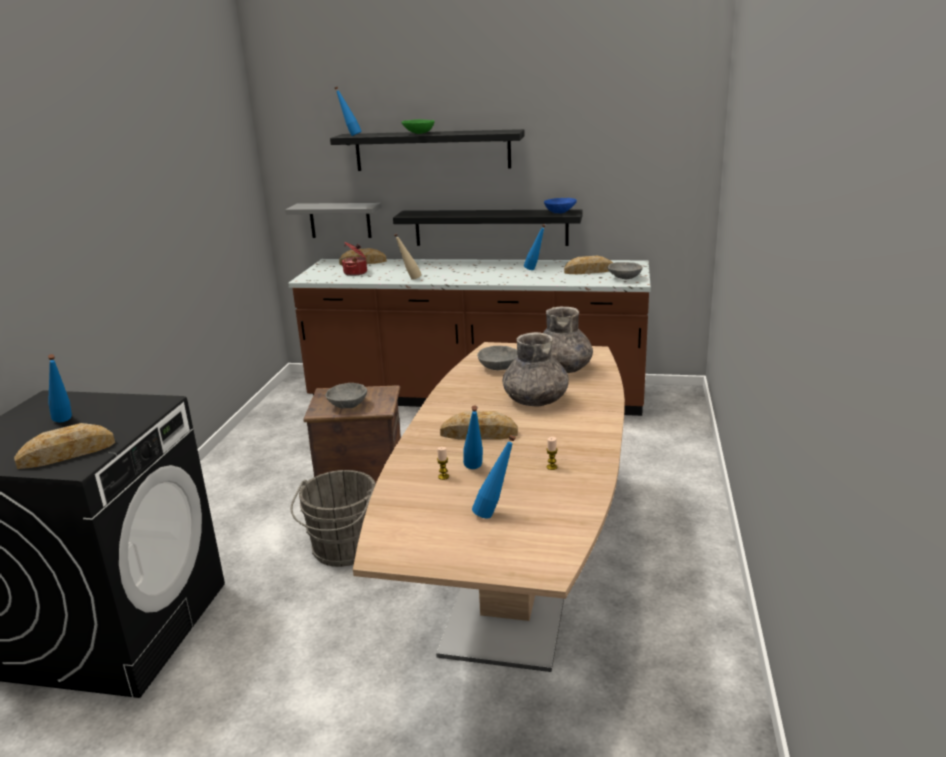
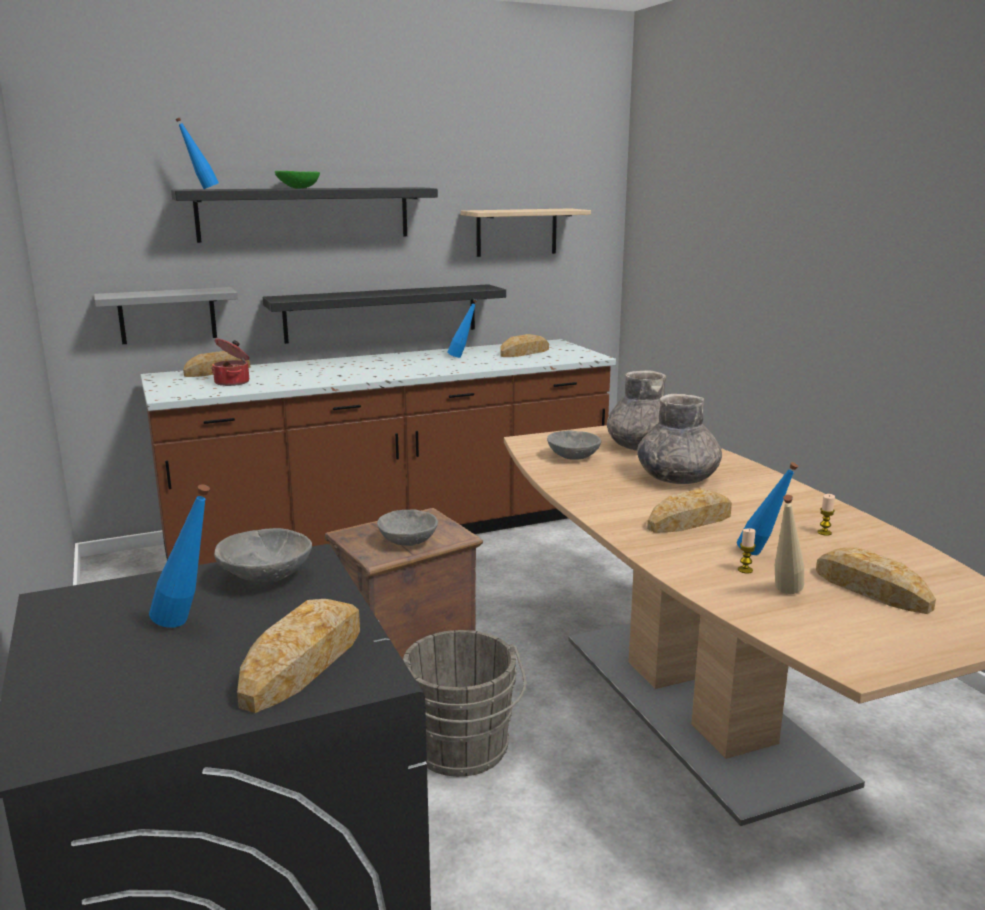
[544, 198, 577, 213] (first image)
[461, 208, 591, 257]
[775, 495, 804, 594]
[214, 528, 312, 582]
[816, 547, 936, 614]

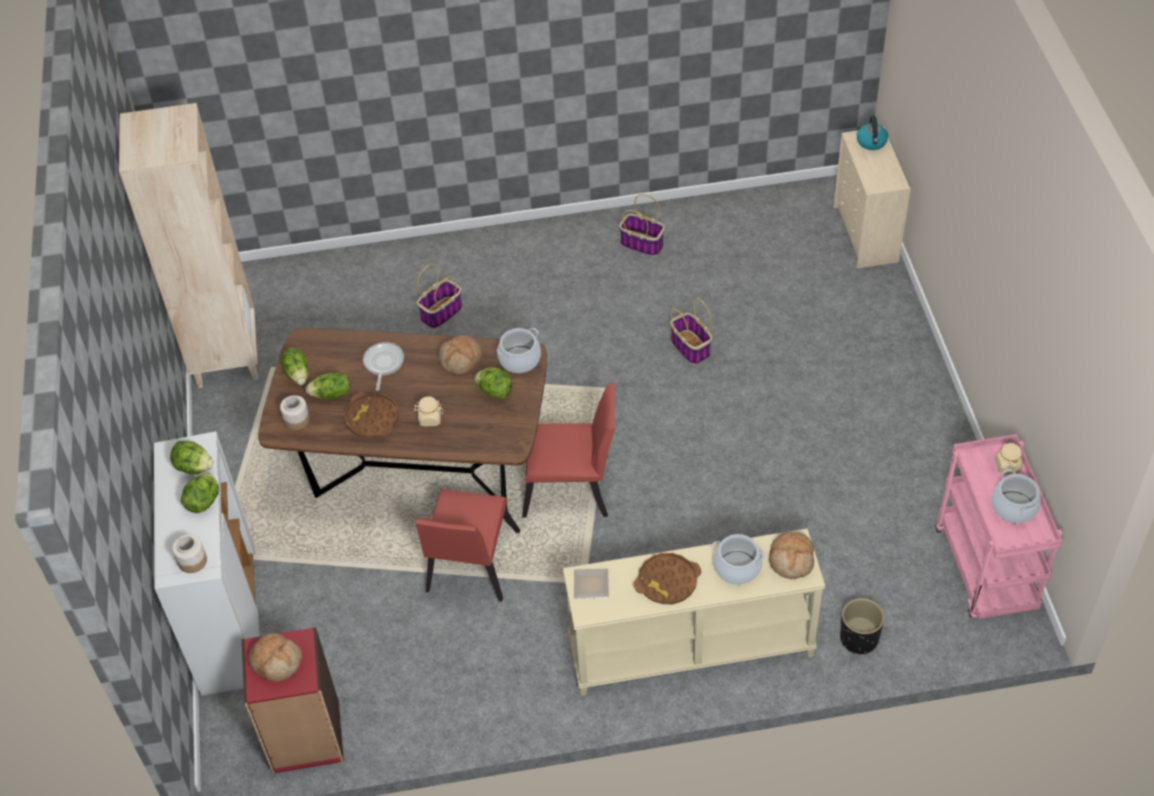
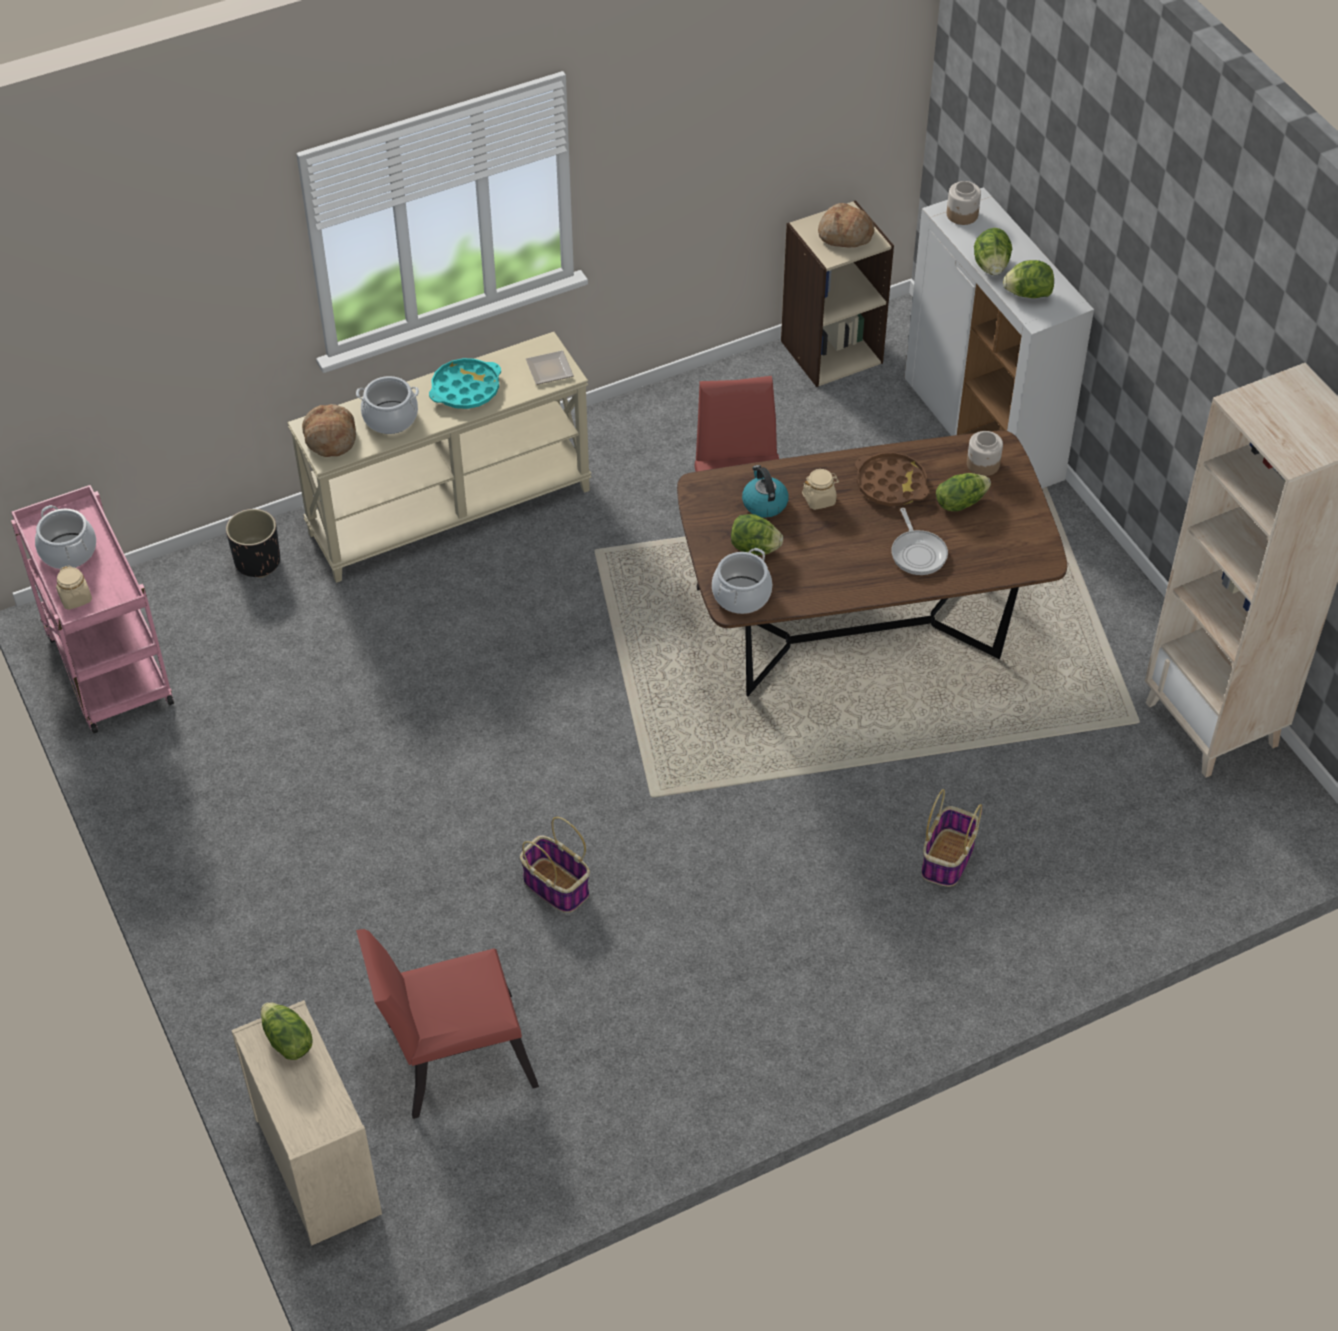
[438, 335, 482, 375] (first image)
[619, 194, 665, 257] (first image)
[261, 1002, 312, 1060]
[356, 929, 539, 1119]
[742, 465, 789, 518]
[781, 200, 894, 387]
[429, 358, 501, 409]

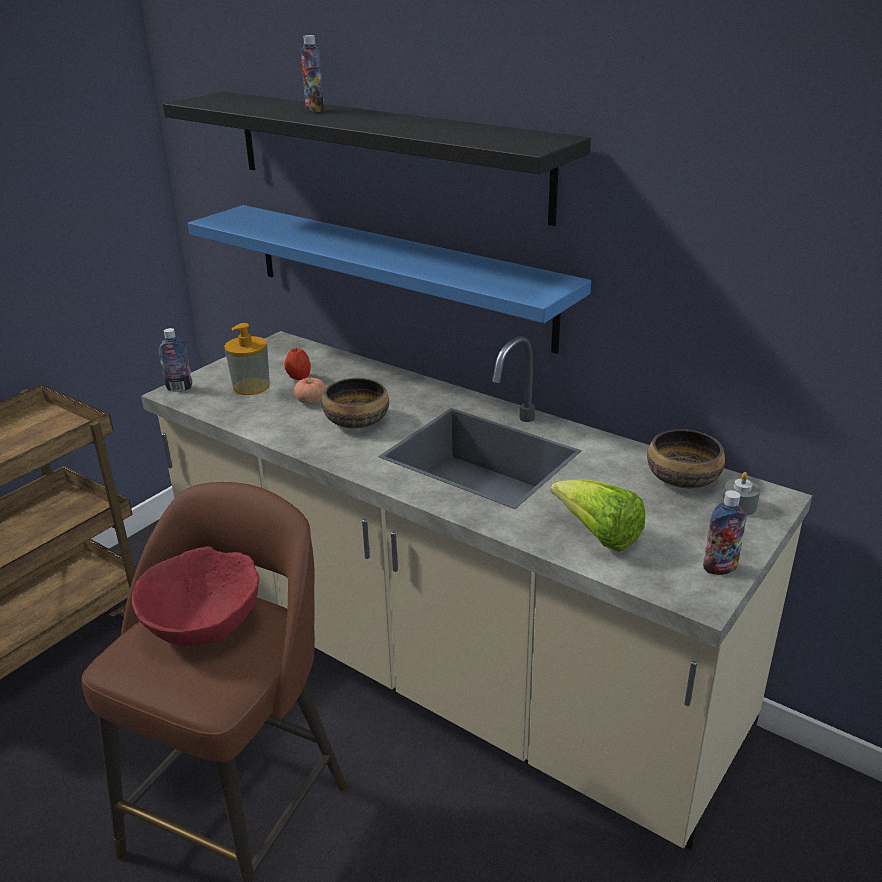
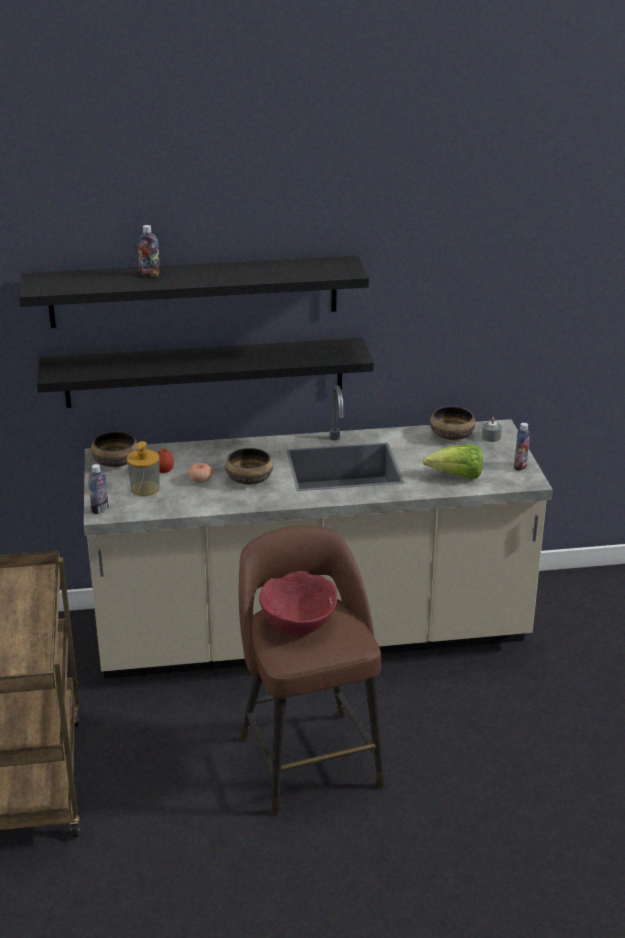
[91, 431, 138, 467]
[37, 338, 374, 408]

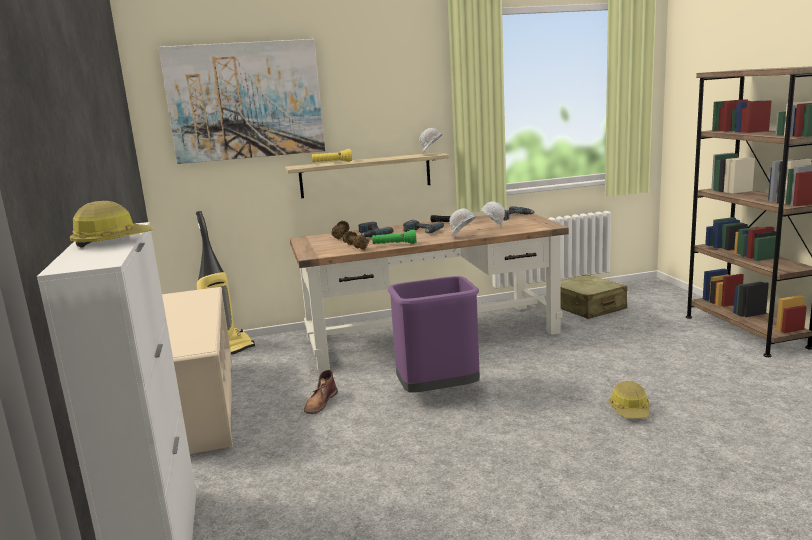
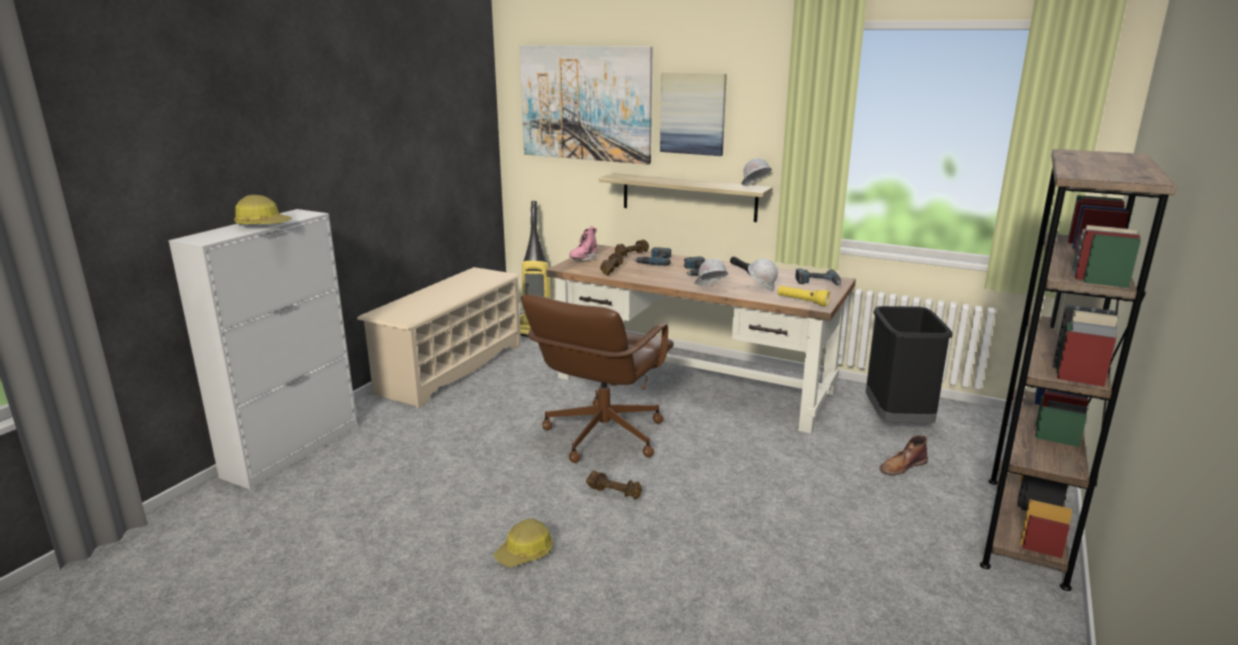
[372, 230, 416, 244] (first image)
[569, 226, 597, 261]
[586, 471, 642, 500]
[660, 72, 727, 156]
[879, 435, 928, 475]
[778, 286, 830, 306]
[494, 519, 553, 567]
[521, 294, 674, 463]
[866, 306, 953, 423]

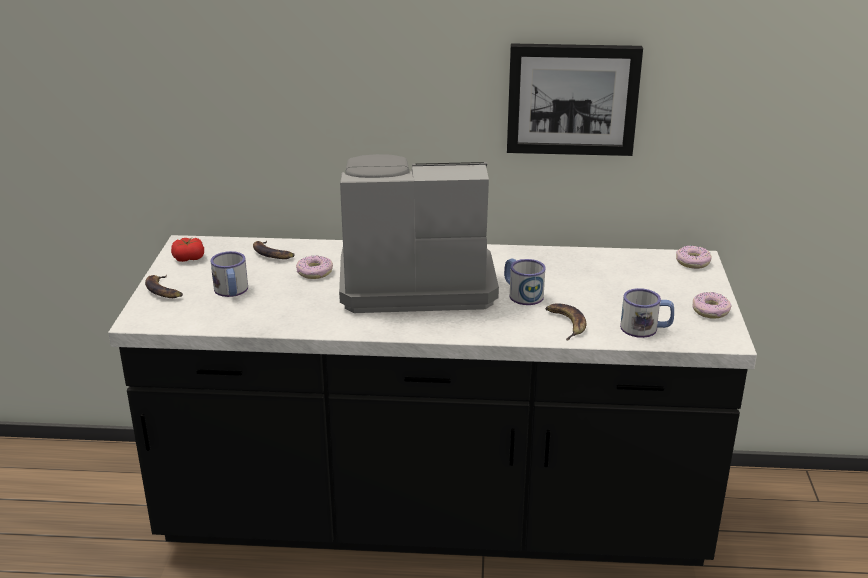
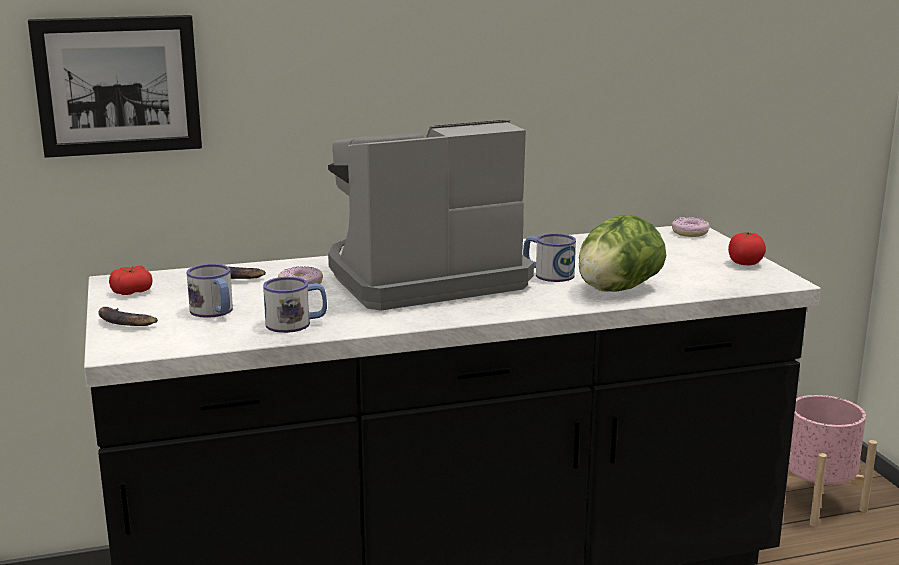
[788, 395, 877, 527]
[28, 15, 202, 158]
[263, 277, 327, 333]
[579, 215, 666, 291]
[728, 232, 766, 265]

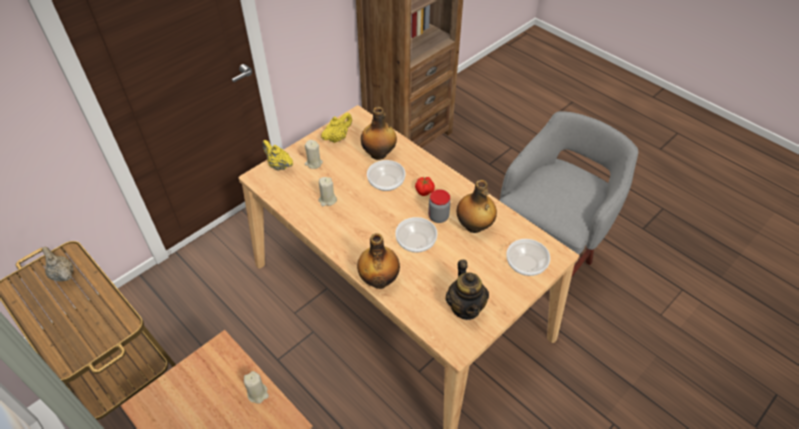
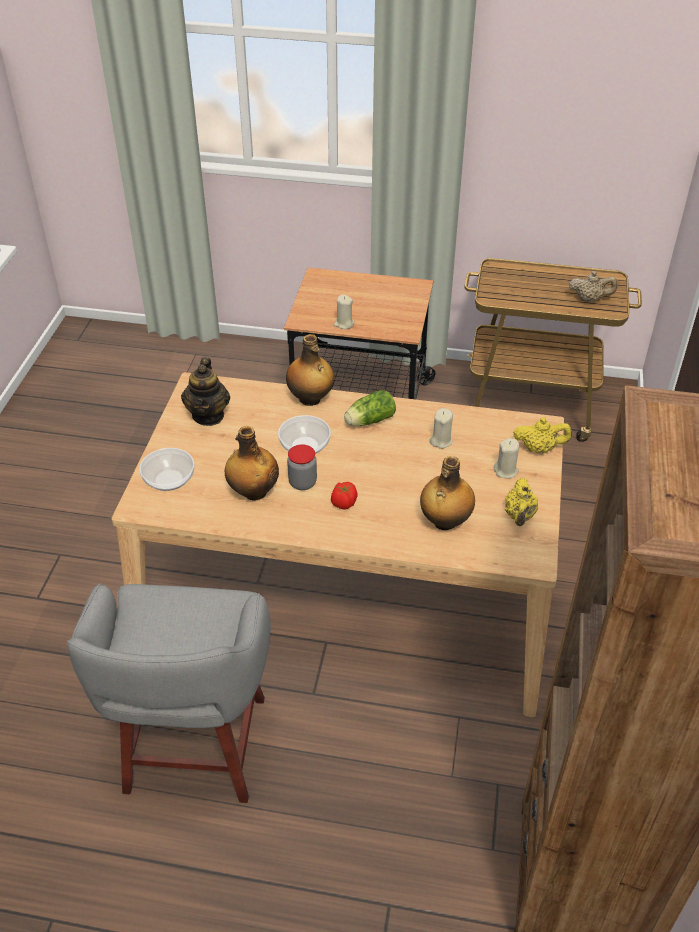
[367, 160, 405, 191] (first image)
[344, 390, 396, 426]
[181, 357, 230, 426]

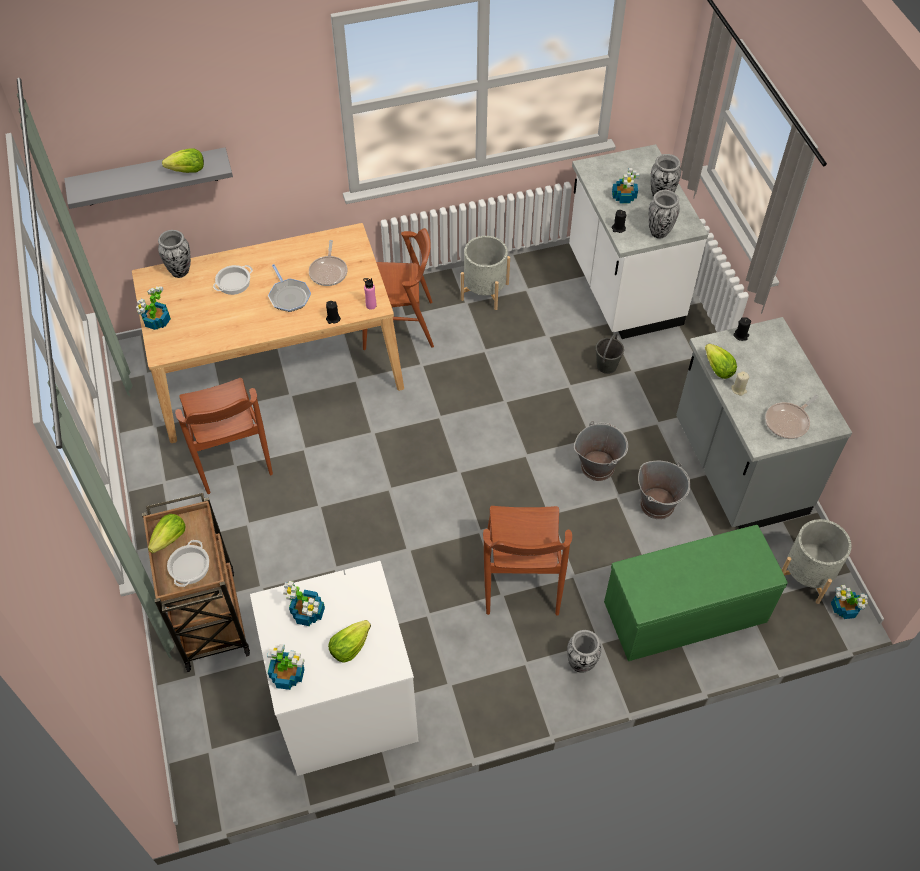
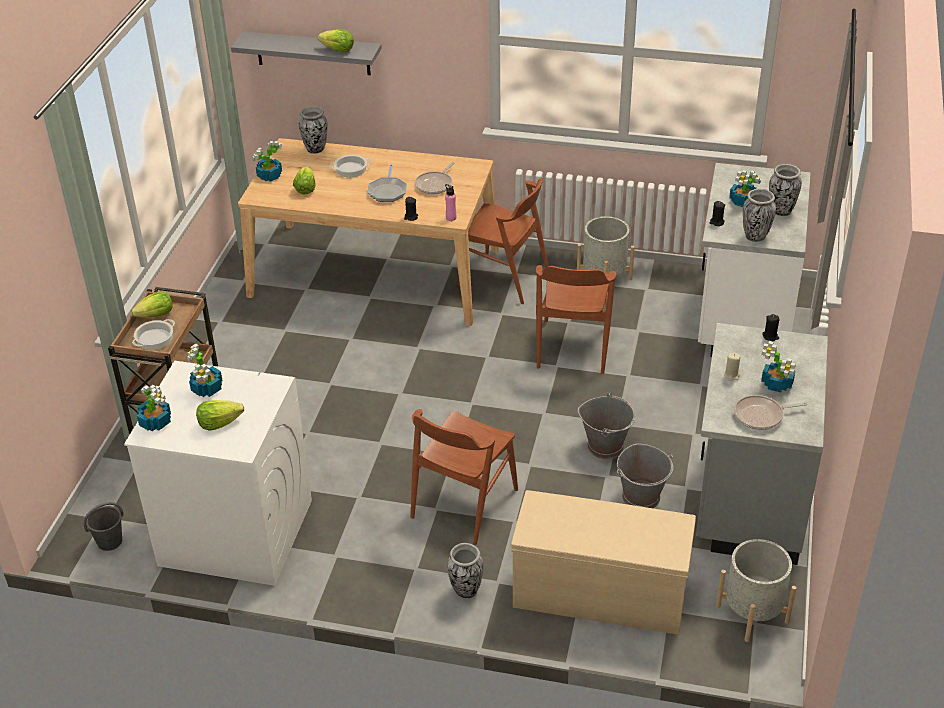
[536, 265, 616, 374]
[84, 502, 124, 551]
[293, 167, 316, 195]
[761, 341, 796, 392]
[511, 490, 696, 635]

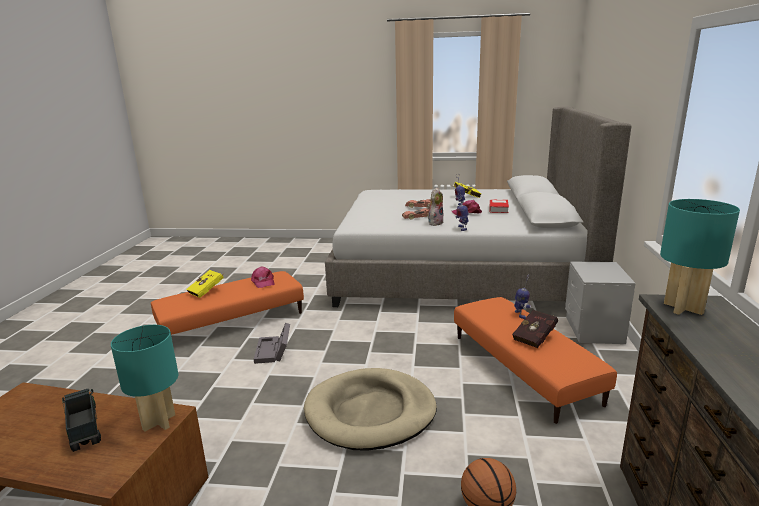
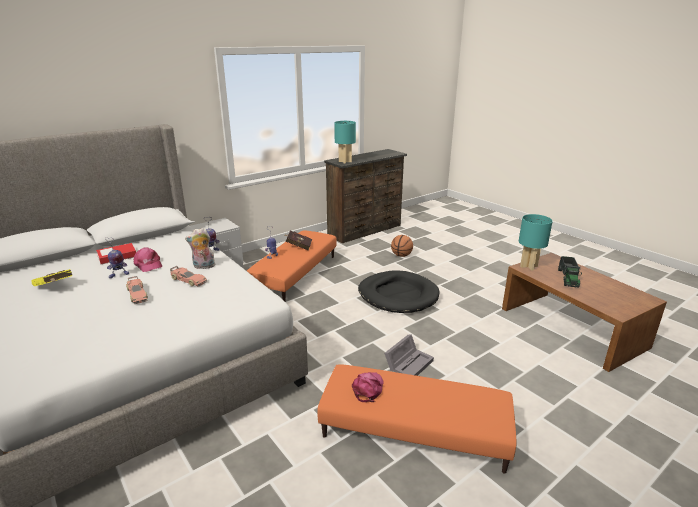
[186, 270, 224, 298] (first image)
[358, 270, 439, 313]

